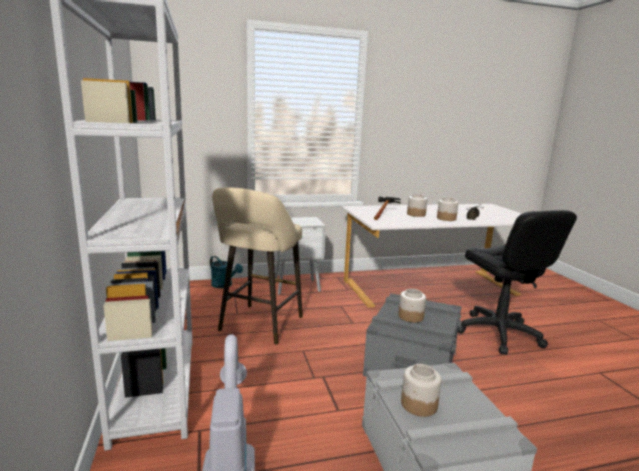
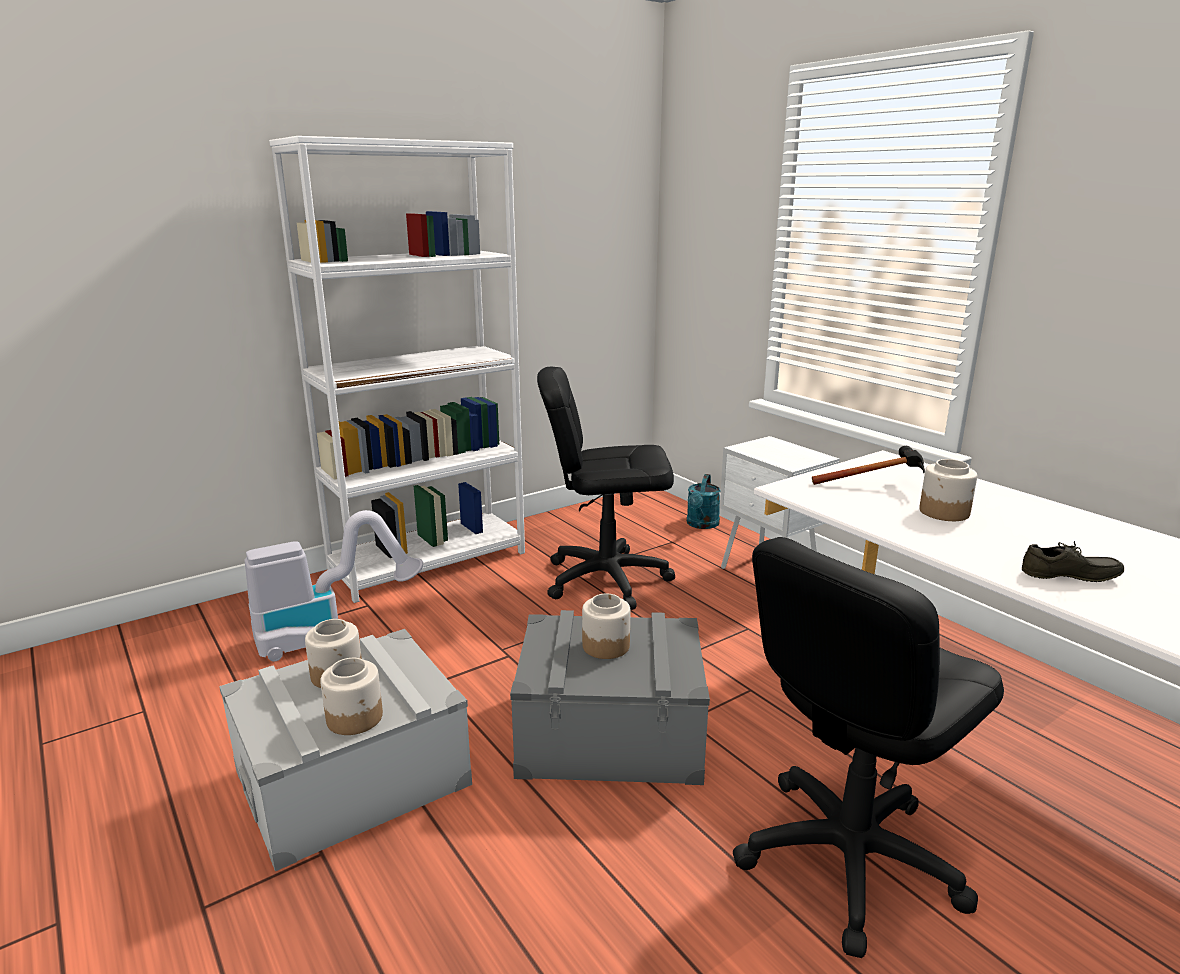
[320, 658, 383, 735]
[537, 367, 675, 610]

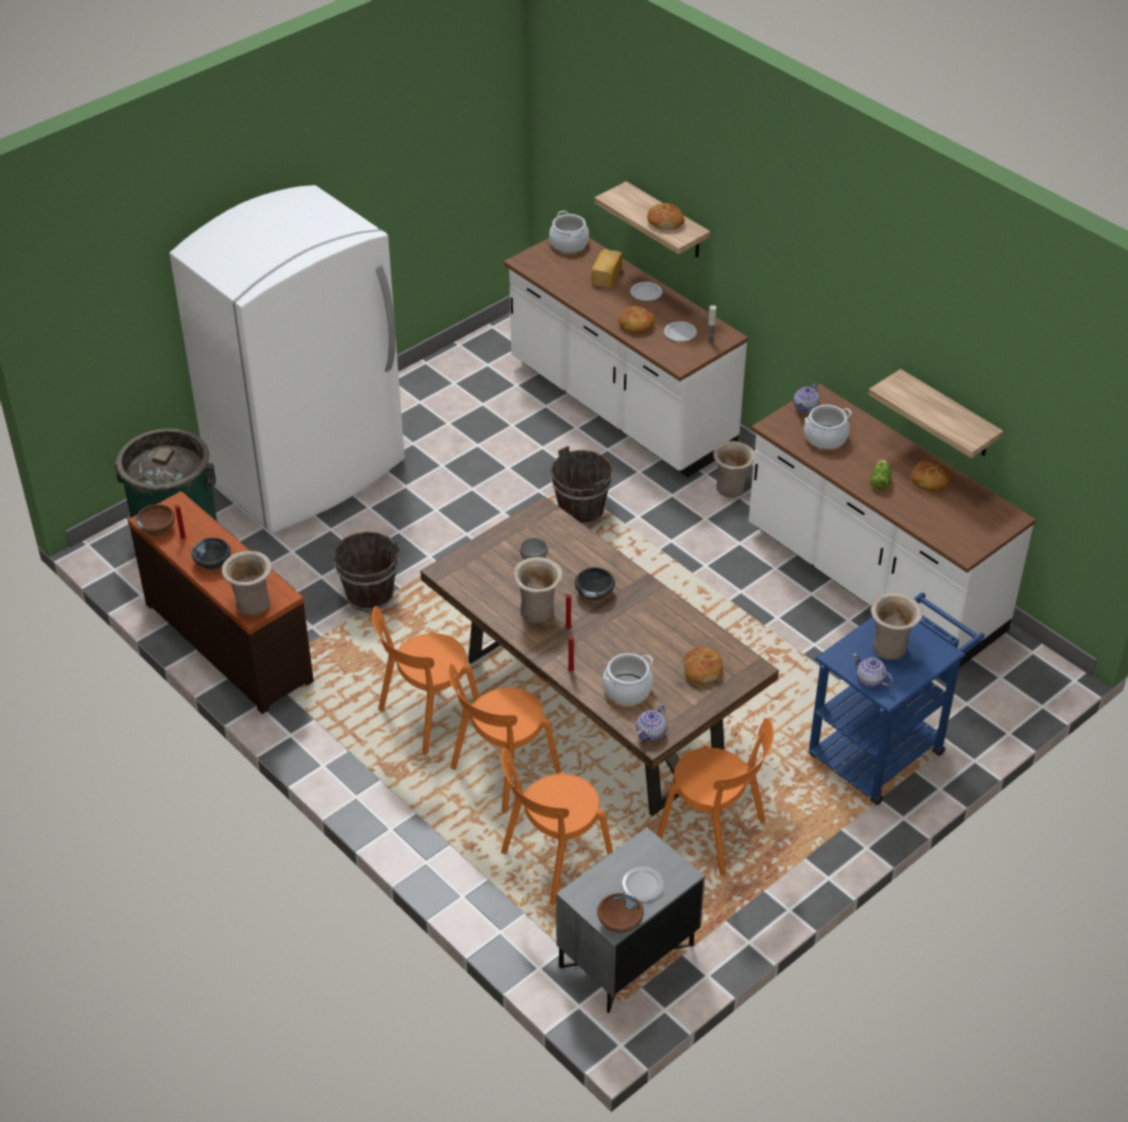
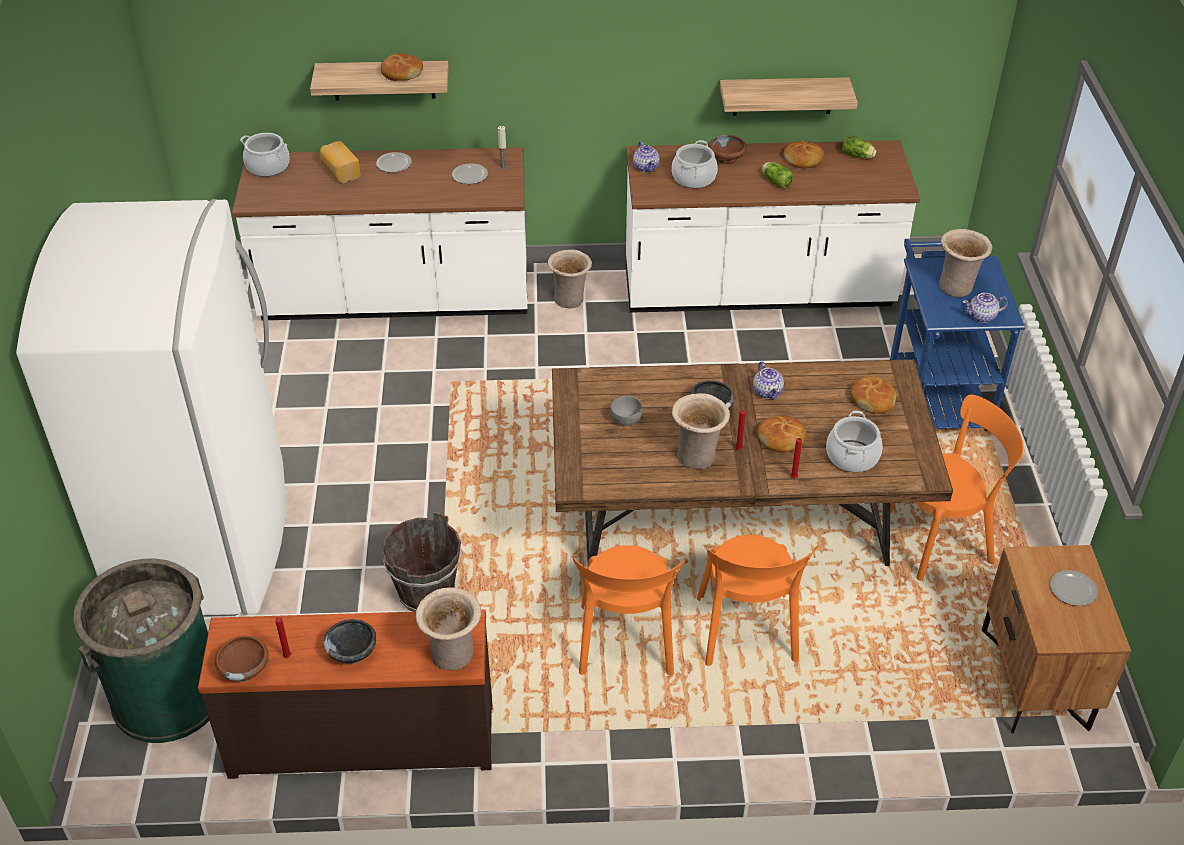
[501, 748, 613, 905] (first image)
[550, 446, 613, 526] (first image)
[842, 135, 877, 158]
[709, 135, 747, 164]
[757, 416, 806, 453]
[753, 361, 784, 400]
[982, 545, 1131, 734]

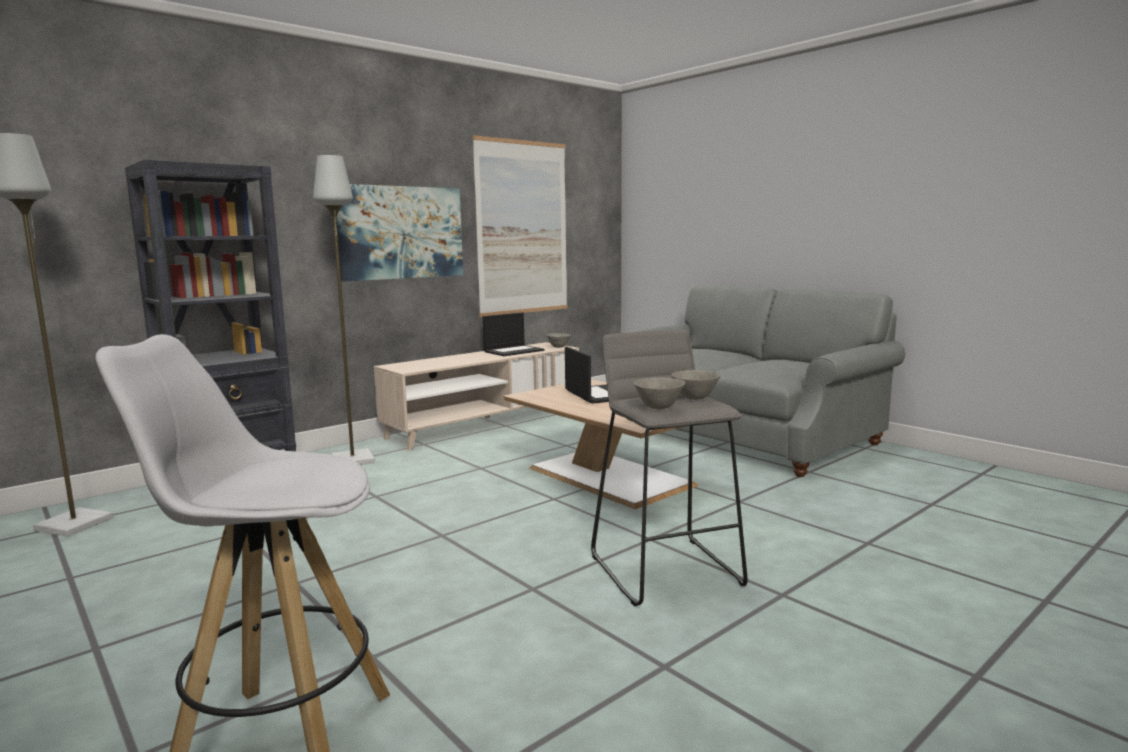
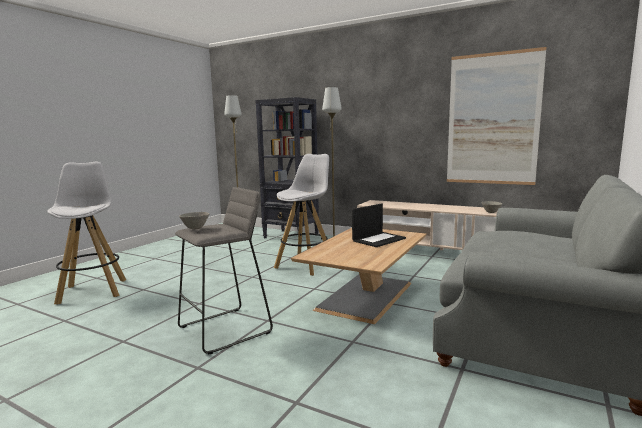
[336, 184, 463, 282] (first image)
[483, 312, 545, 356] (first image)
[671, 370, 721, 400] (first image)
[274, 154, 329, 276]

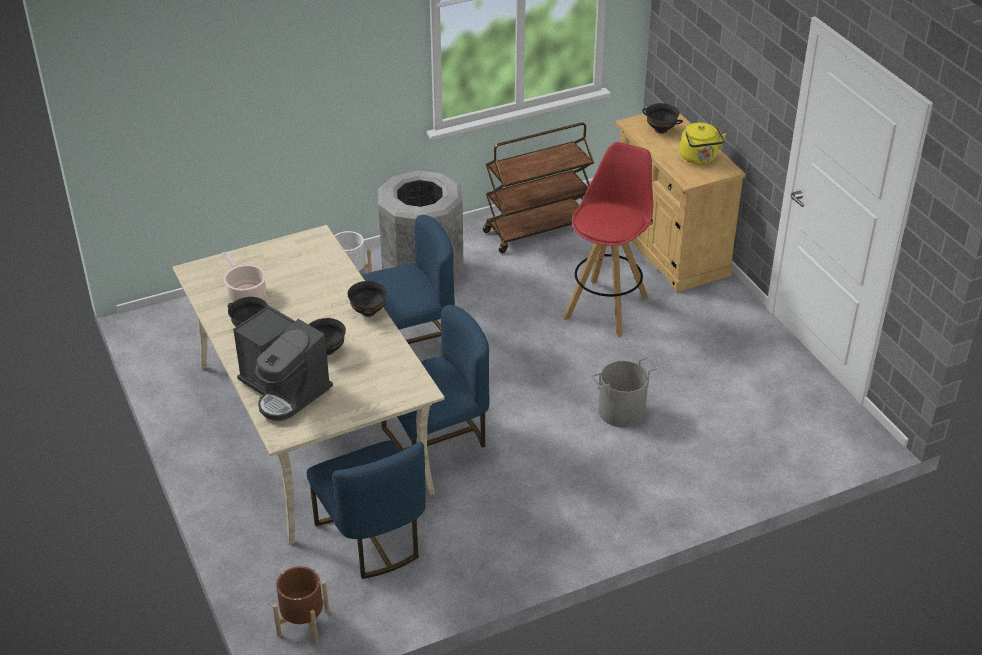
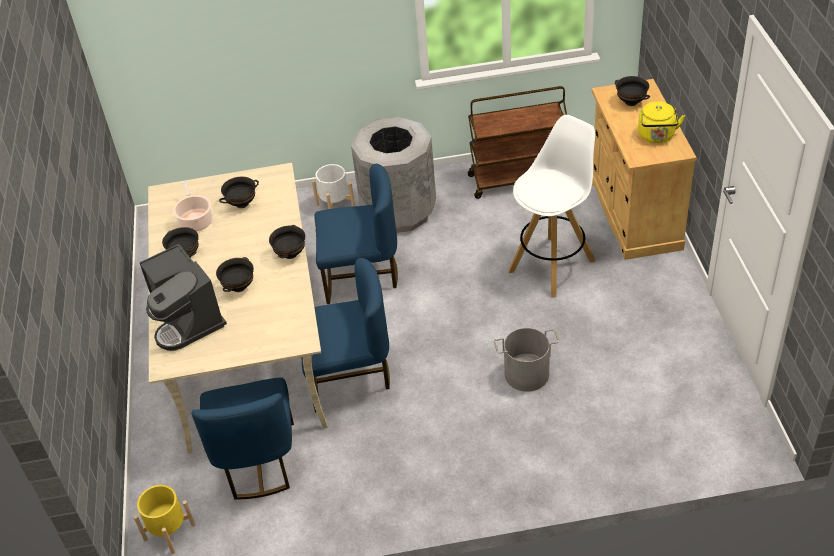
[219, 176, 259, 208]
[134, 485, 195, 554]
[509, 115, 595, 298]

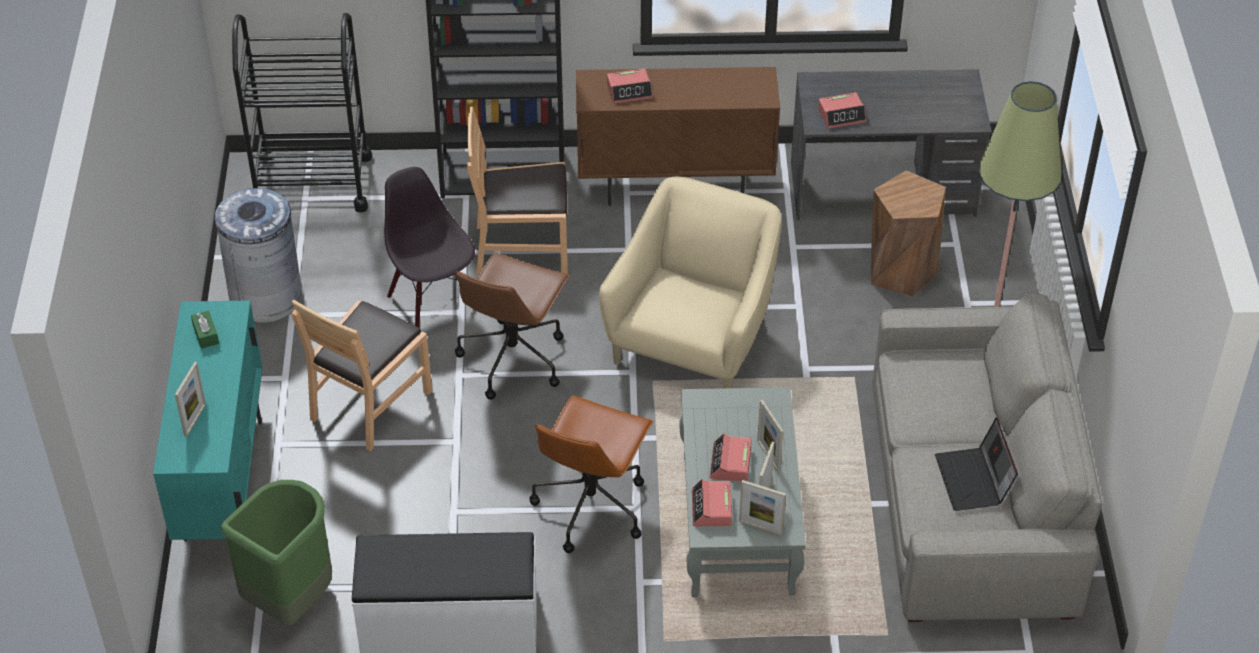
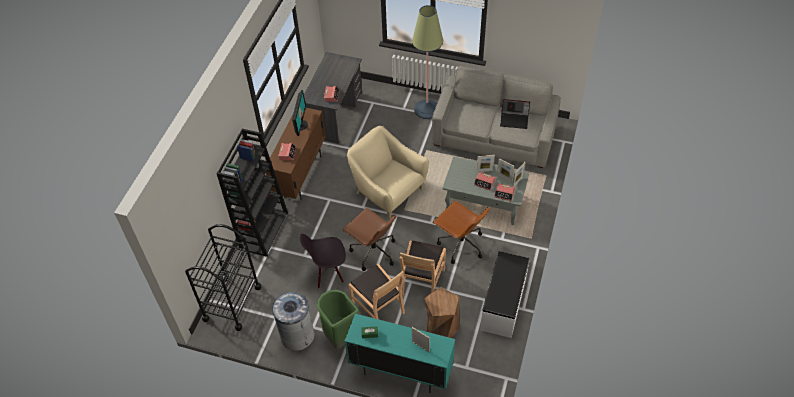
[292, 90, 308, 136]
[317, 290, 359, 349]
[399, 241, 446, 296]
[424, 287, 459, 338]

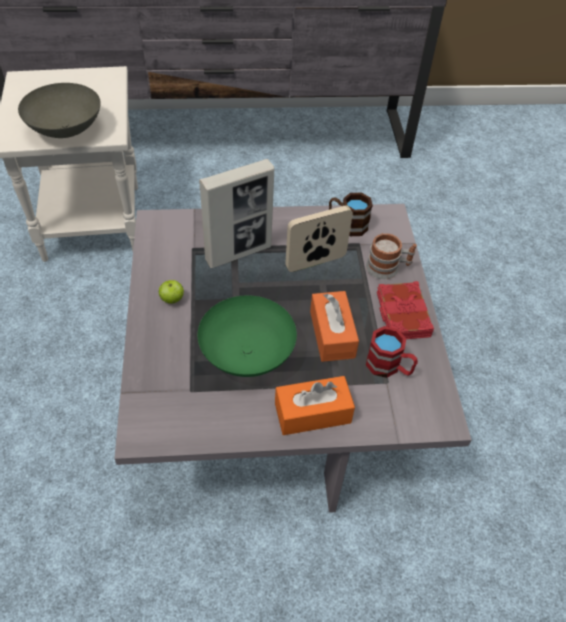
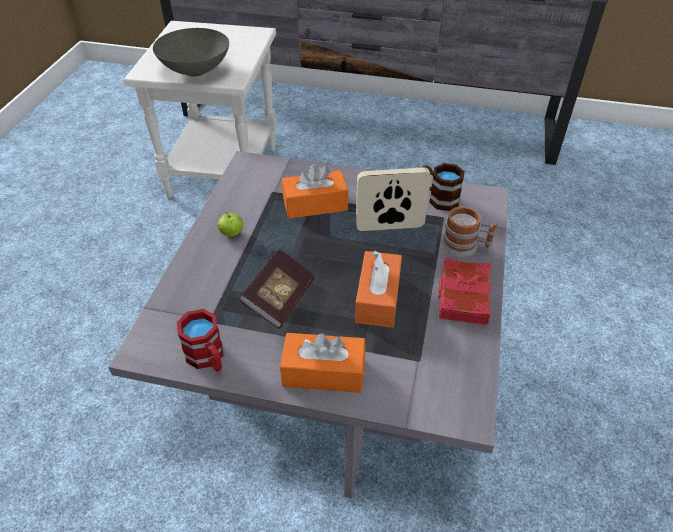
[177, 309, 223, 372]
[239, 249, 315, 329]
[282, 163, 348, 219]

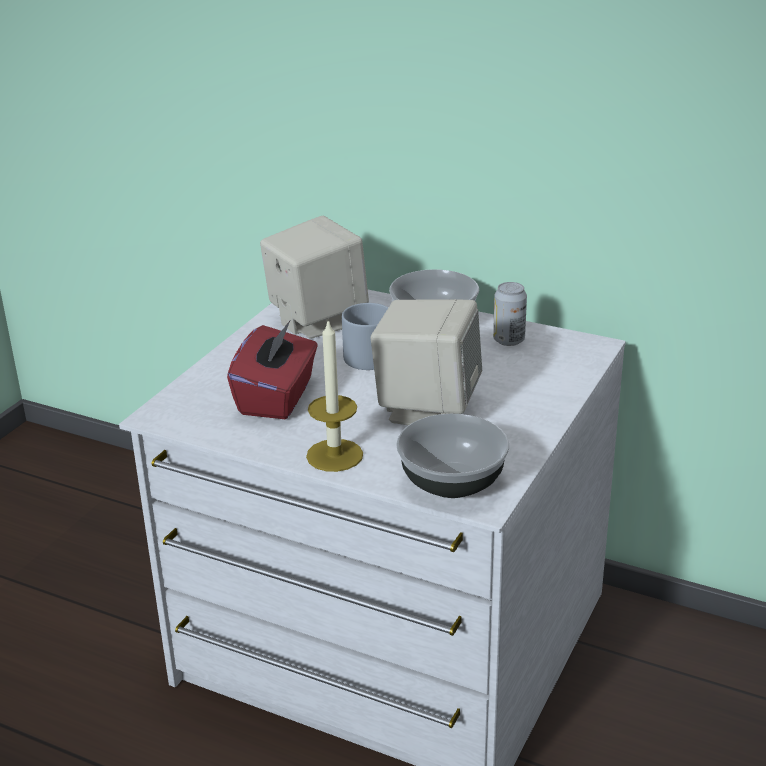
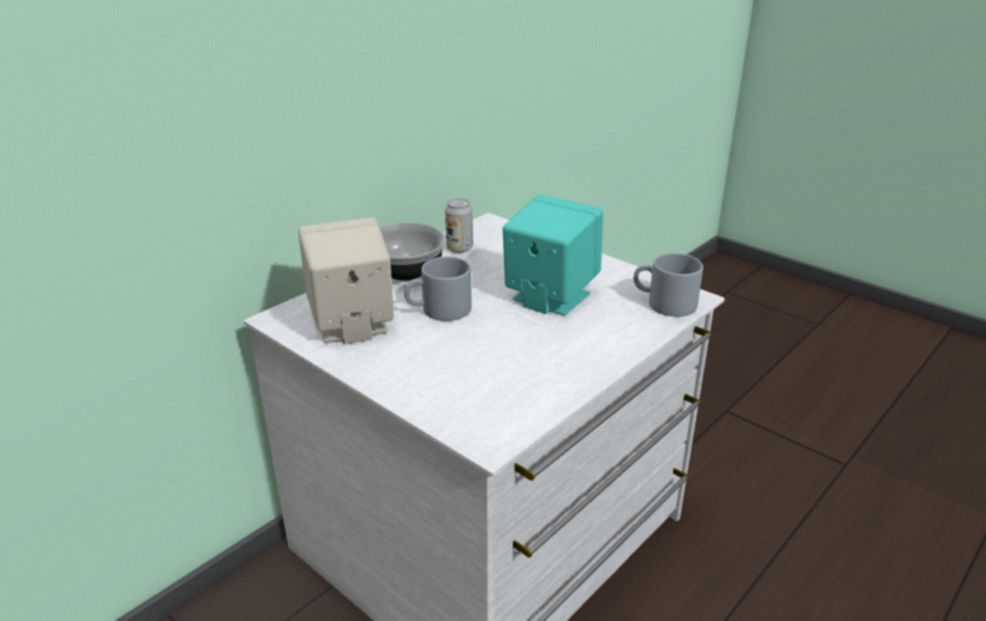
[227, 321, 318, 419] (first image)
[306, 320, 363, 472] (first image)
[634, 253, 703, 317]
[503, 194, 603, 315]

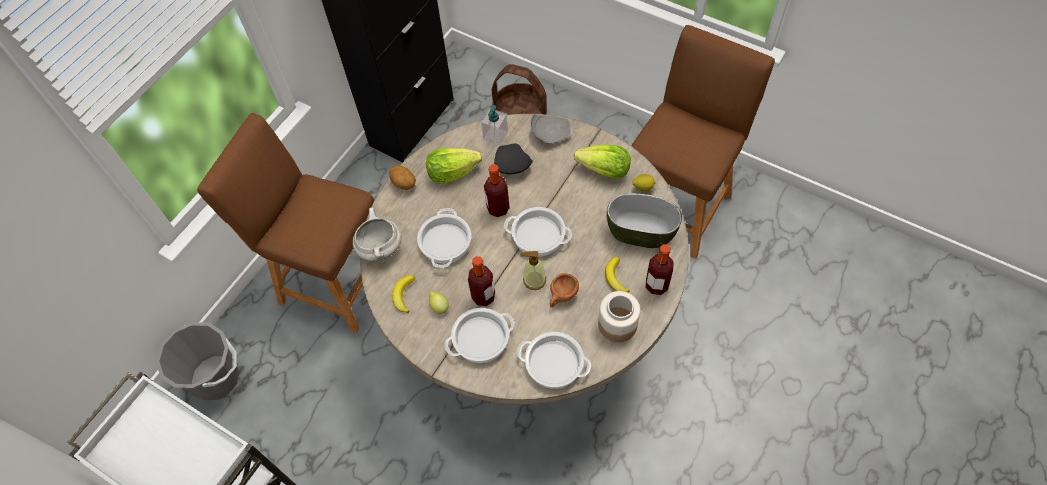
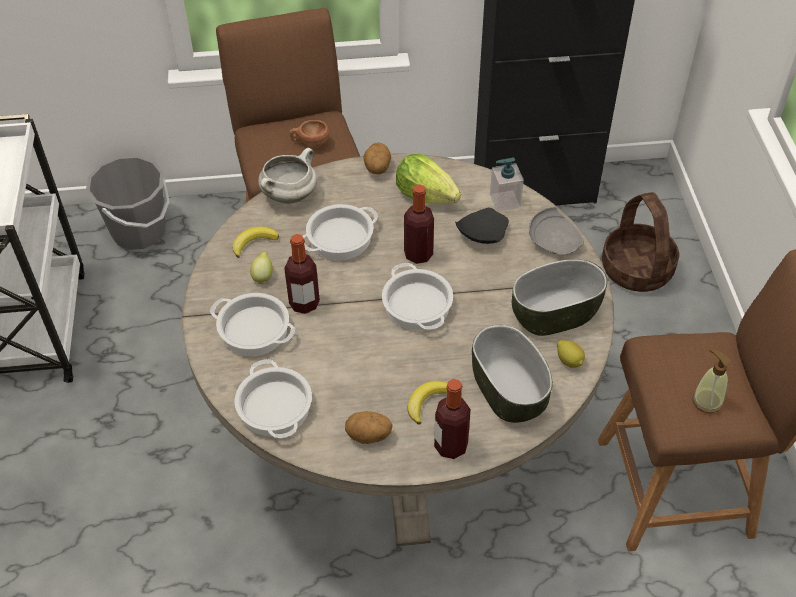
[692, 348, 731, 413]
[289, 120, 329, 148]
[512, 259, 607, 336]
[345, 411, 393, 444]

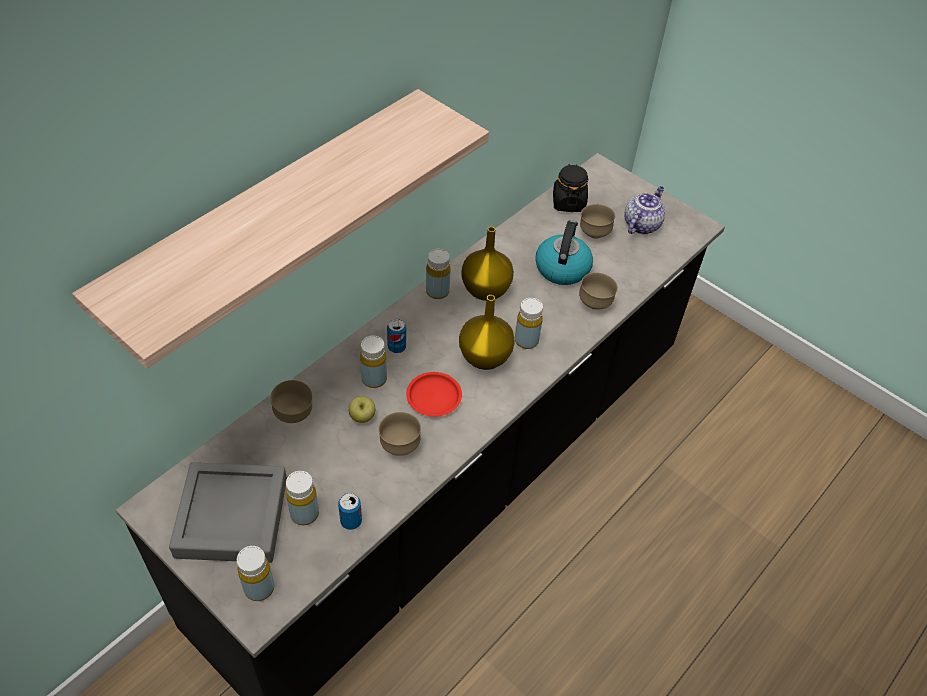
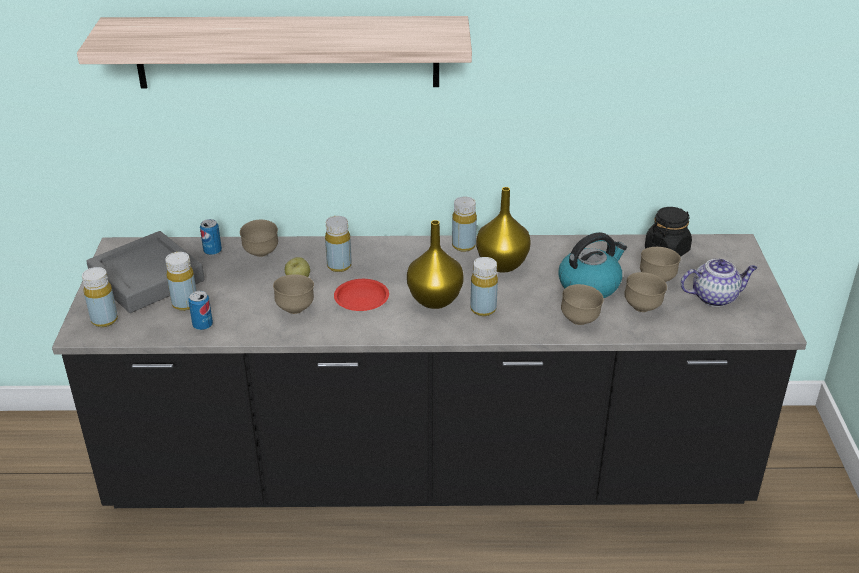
[624, 272, 667, 312]
[200, 219, 222, 255]

